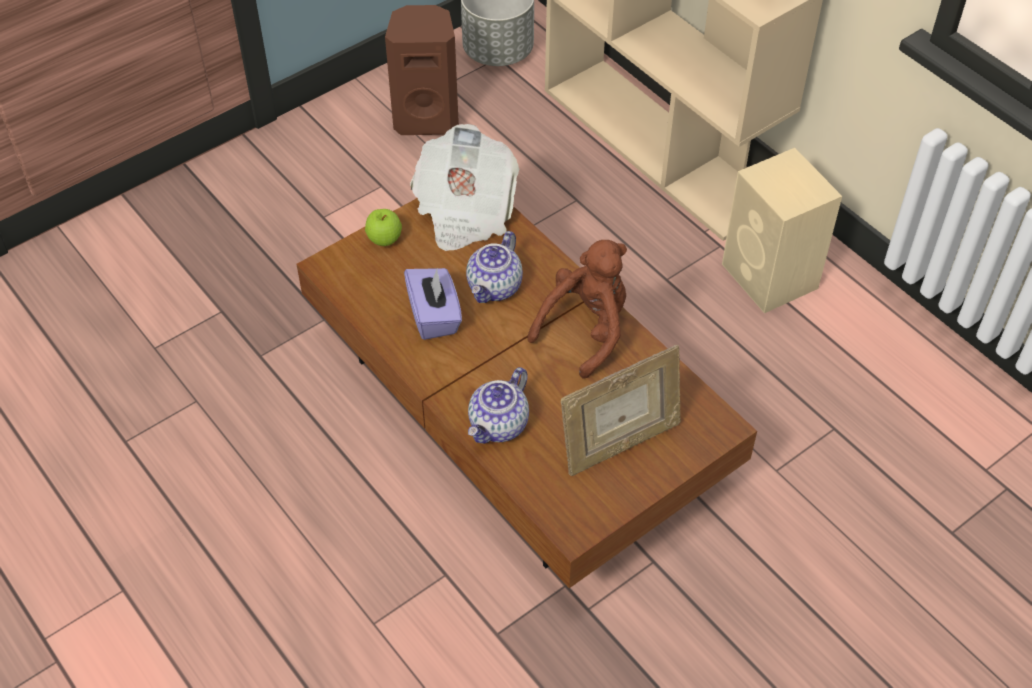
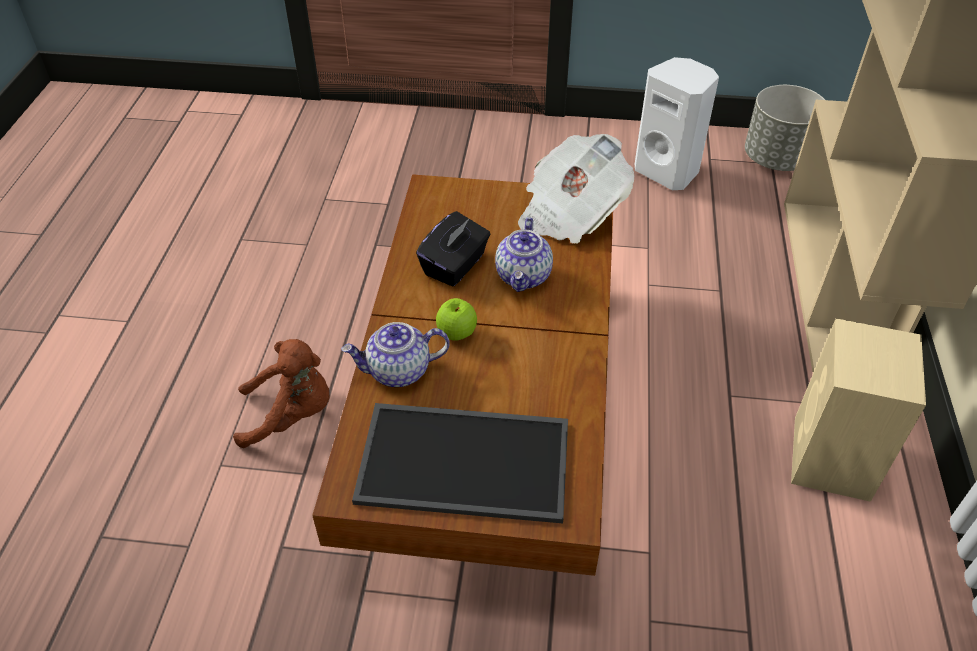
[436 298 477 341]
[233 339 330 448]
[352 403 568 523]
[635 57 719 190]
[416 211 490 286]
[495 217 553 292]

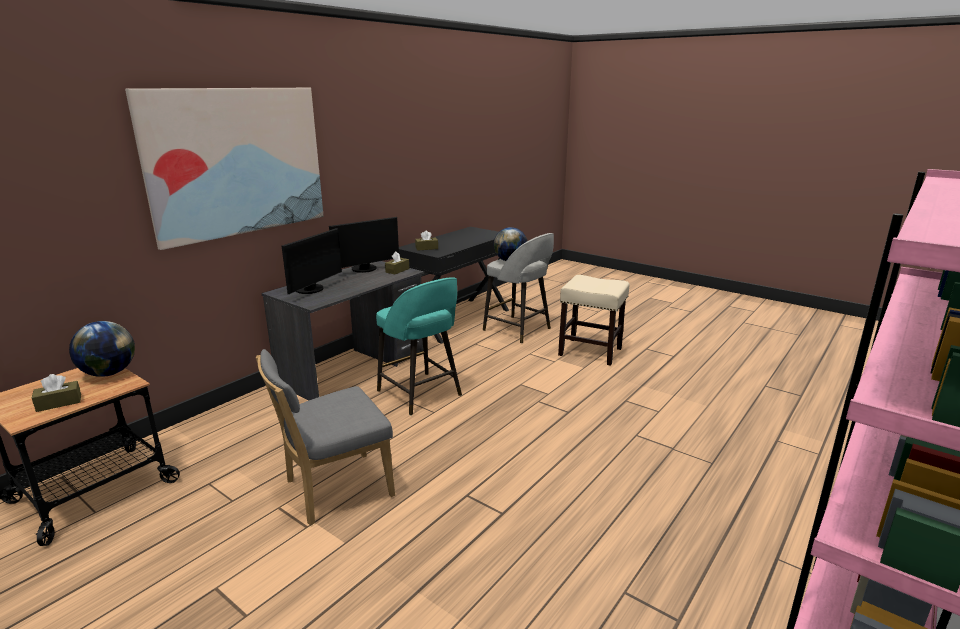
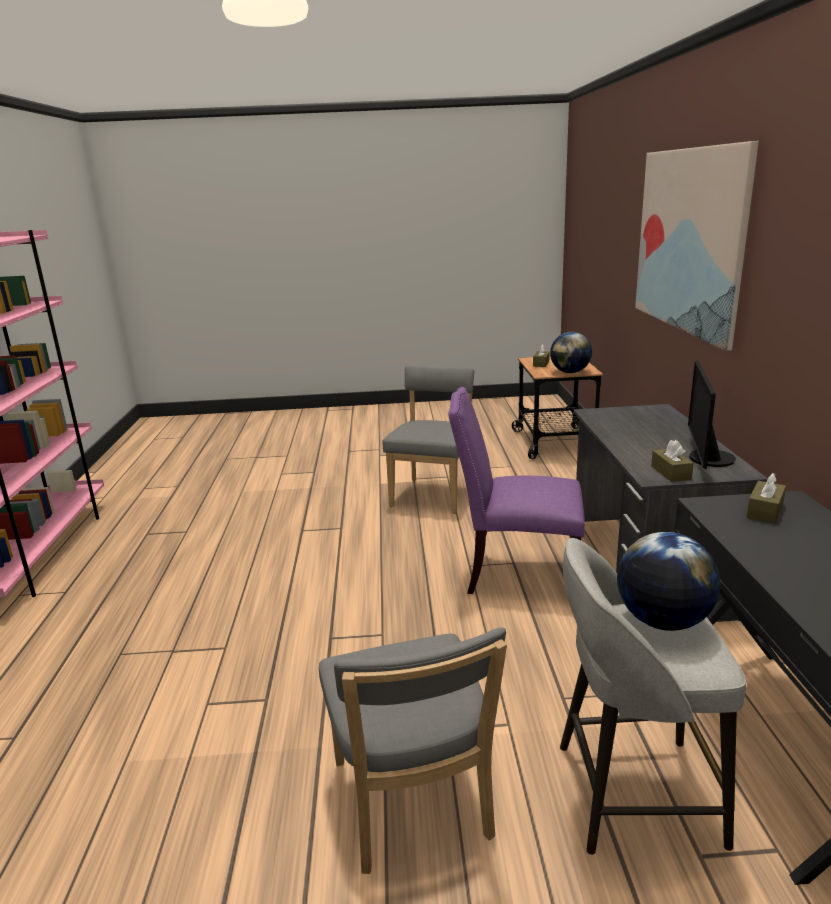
[282 228 342 294] (first image)
[448 387 585 594]
[319 627 507 874]

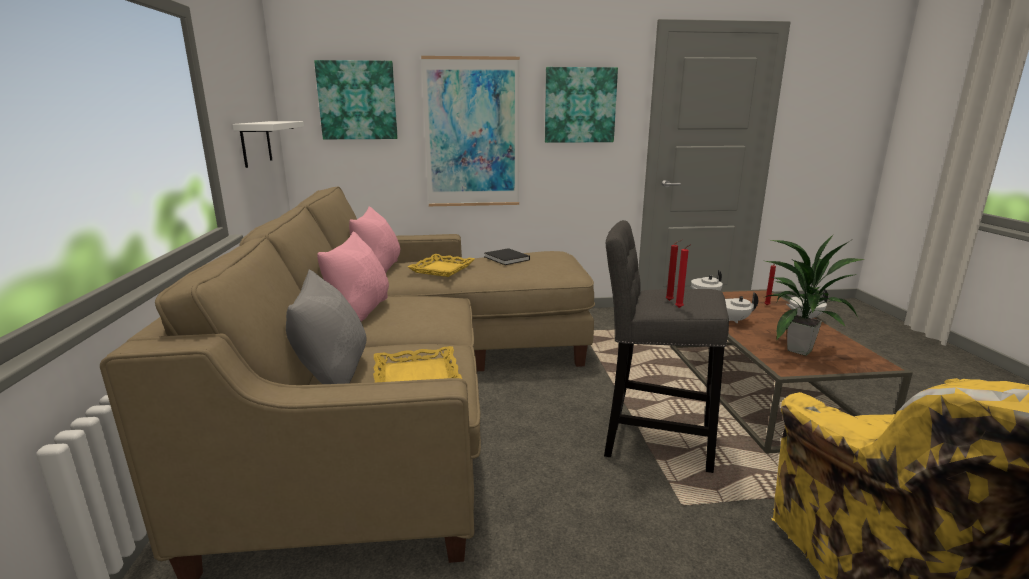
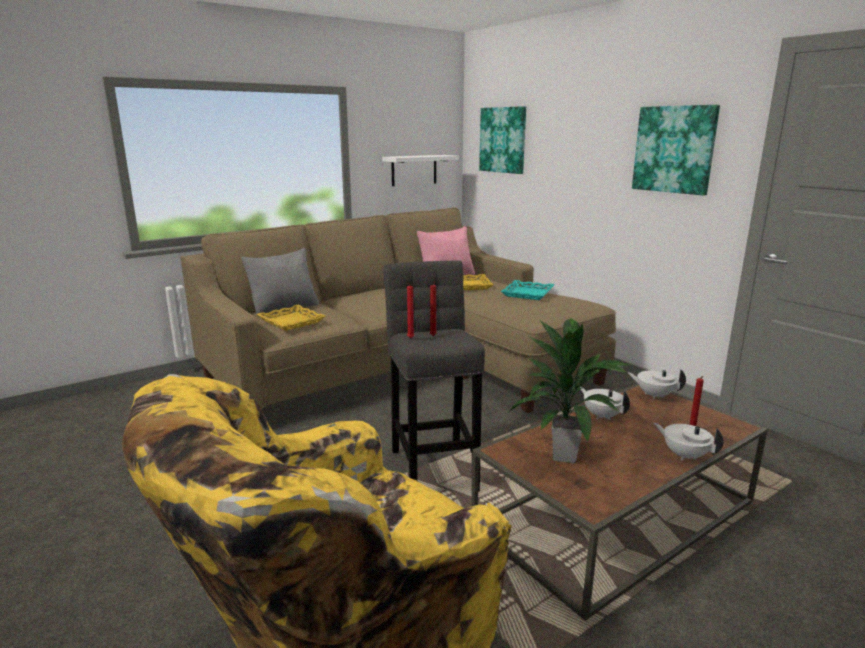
[317 231 389 322] (first image)
[421 56 520 206] (first image)
[501 280 554 300]

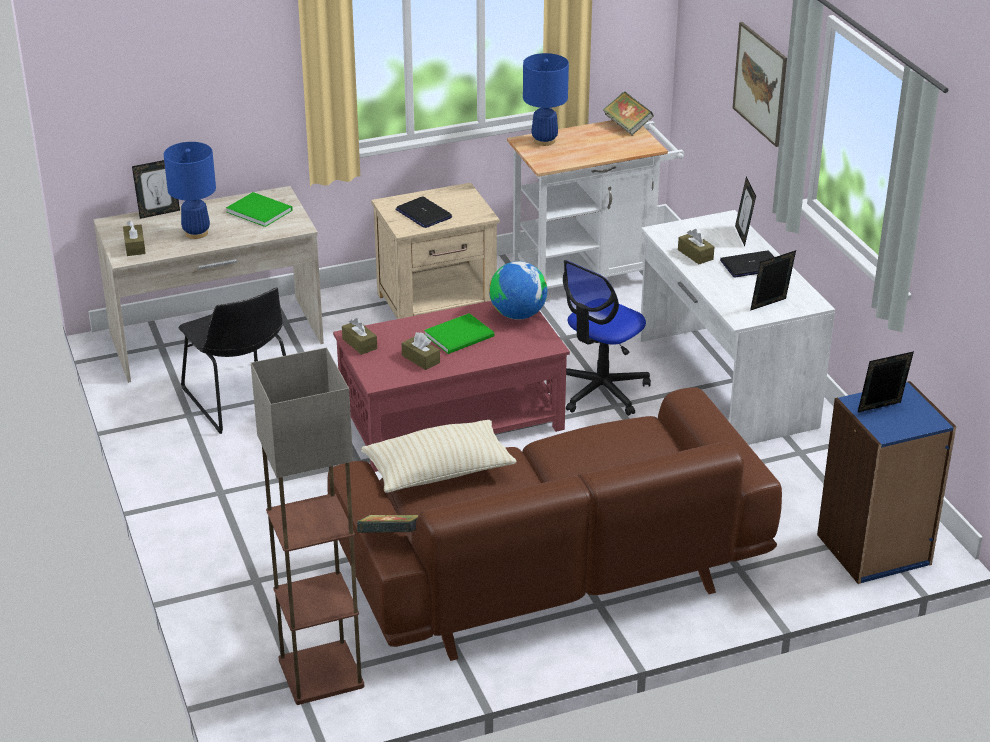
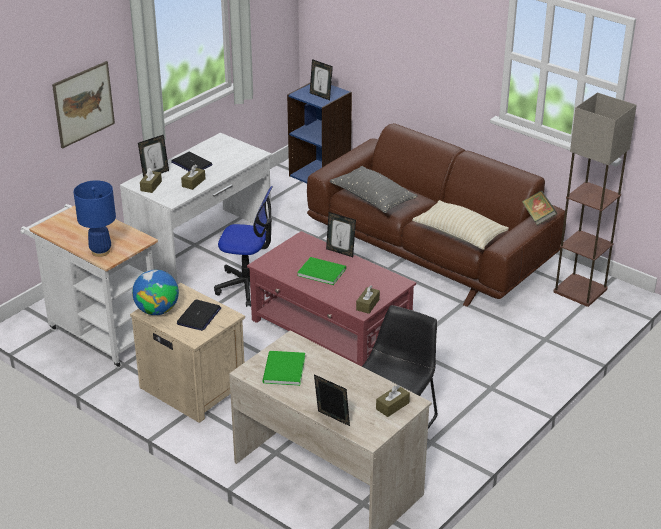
[164 142 216 239] (first image)
[603 92 653 135] (first image)
[330 166 418 213]
[140 168 162 193]
[132 270 179 315]
[326 212 356 257]

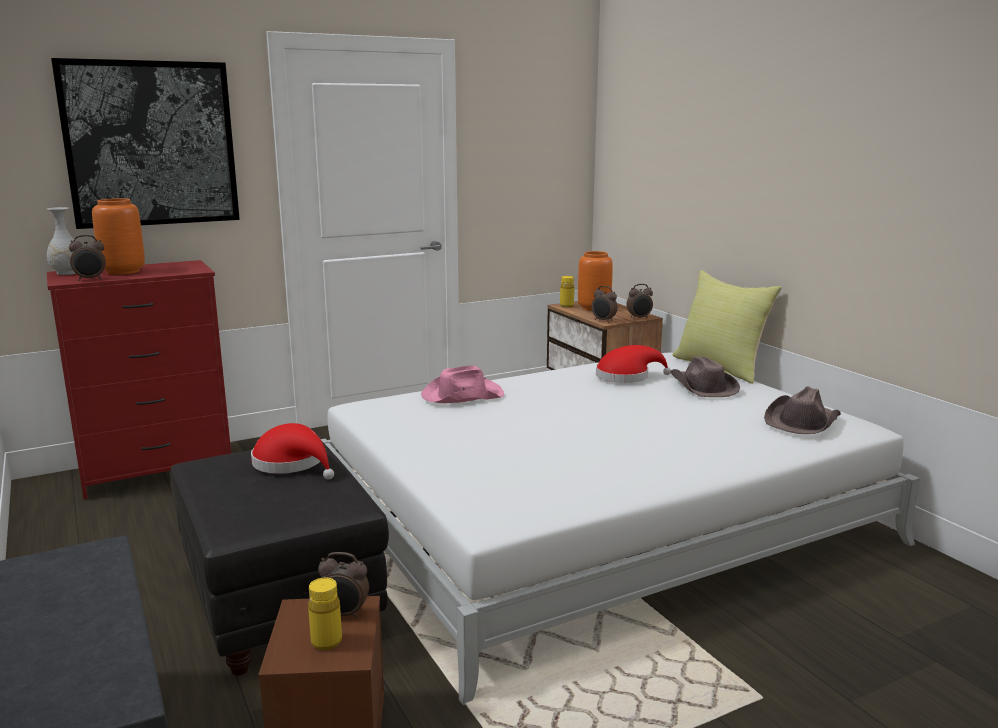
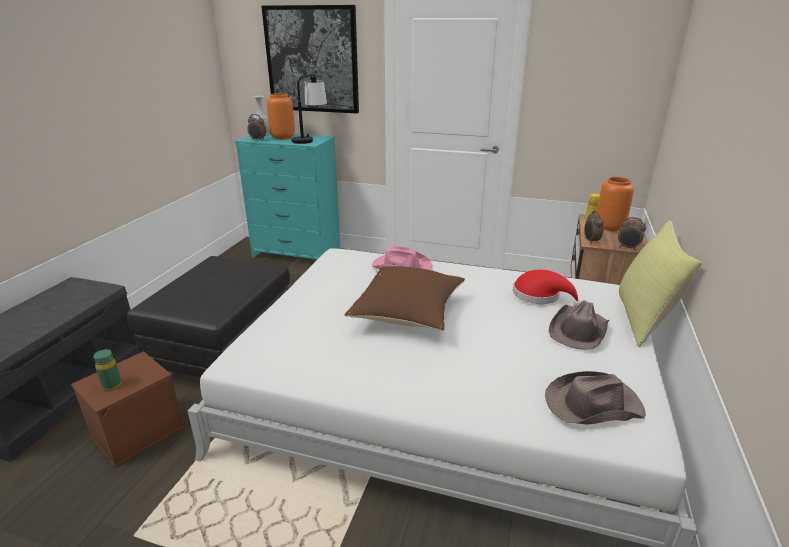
[251 423 334 480] (first image)
[318 552 369 619] (first image)
[291 74 327 144]
[345 266 465 331]
[235 132 340 260]
[93 349 122 390]

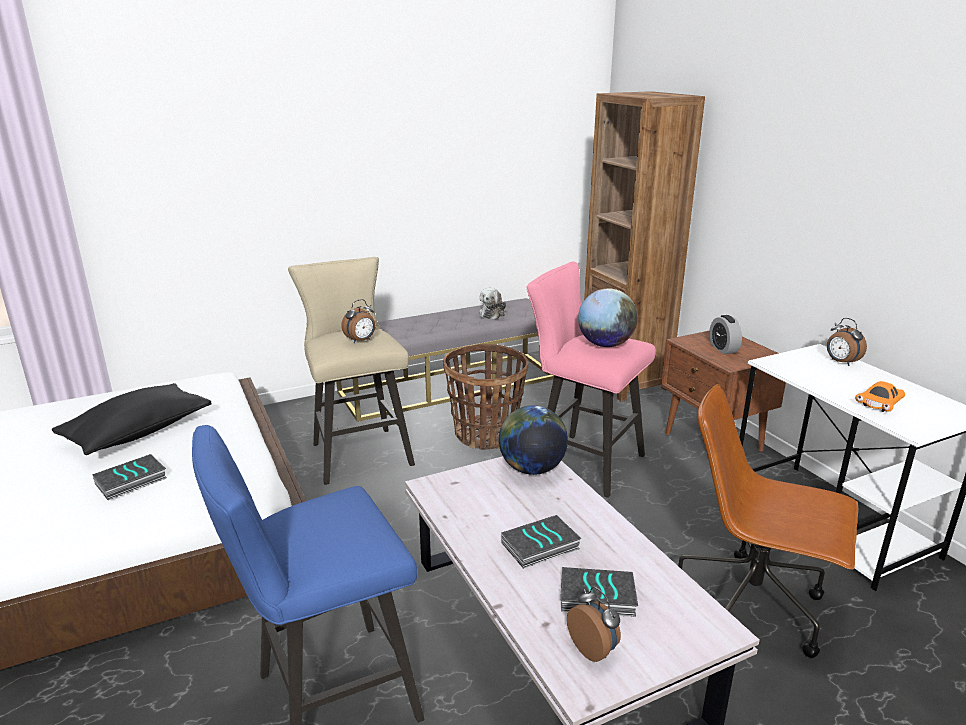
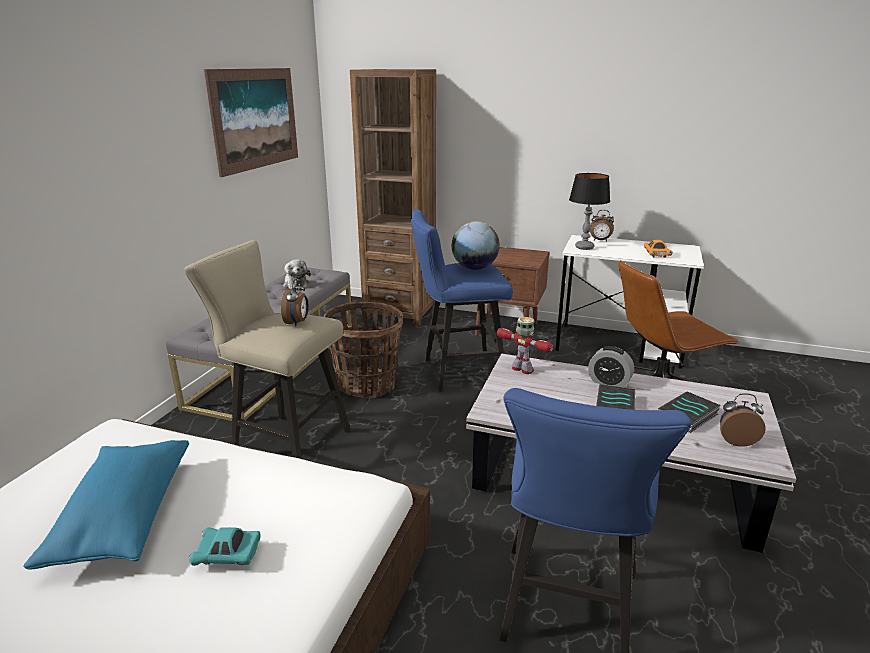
[204 68 298 177]
[569 173 610 250]
[588 346 634 387]
[189 527 260 566]
[497 317 553 374]
[23 440 189 570]
[411 210 513 391]

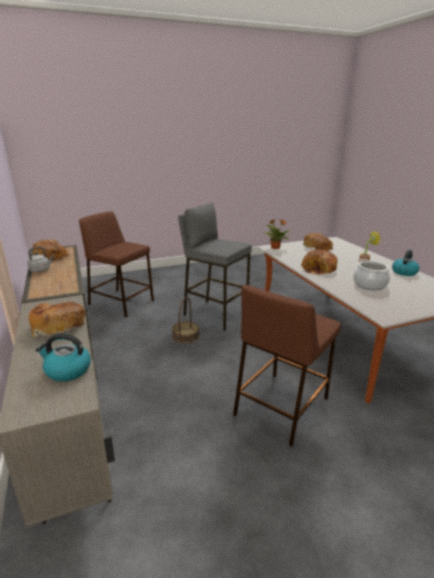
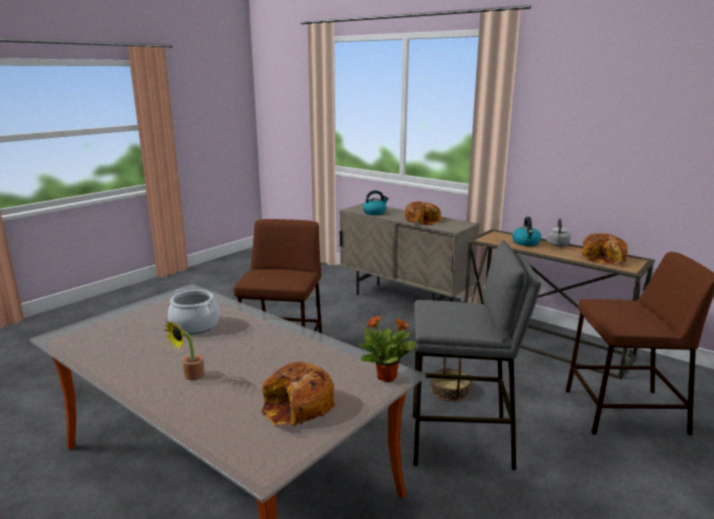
[301 250 338 275] (first image)
[512 217 541 246]

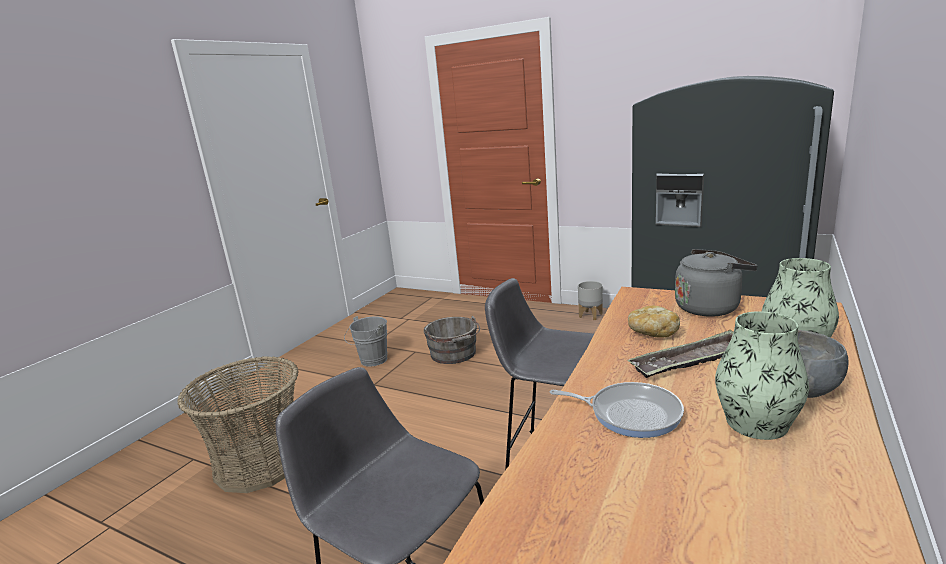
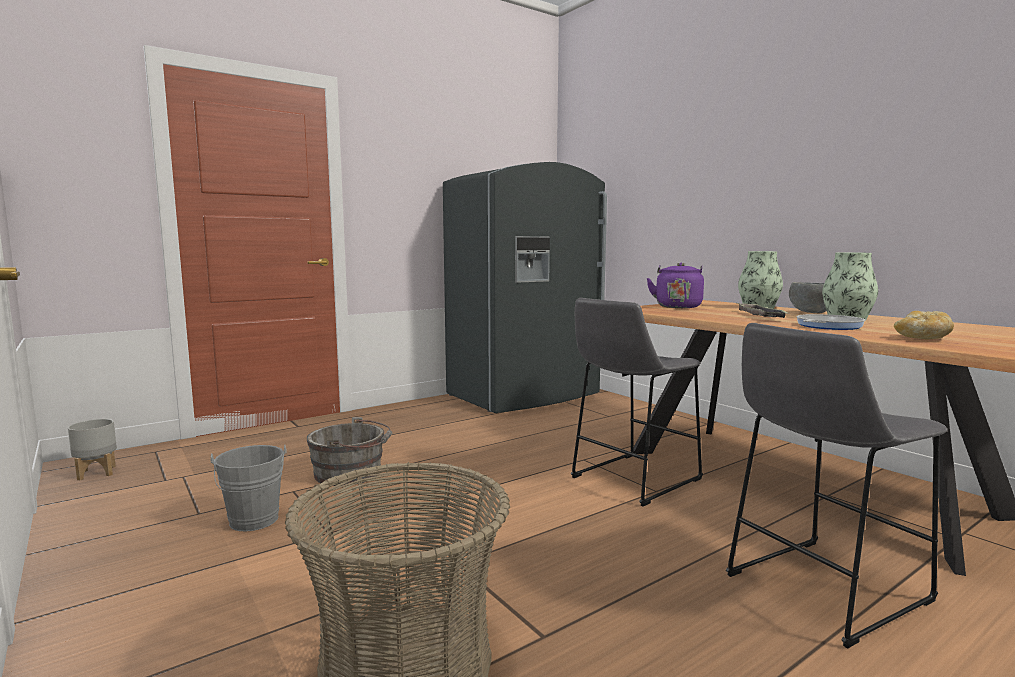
[68 419 117 480]
[894 311 954 339]
[647 263 704 308]

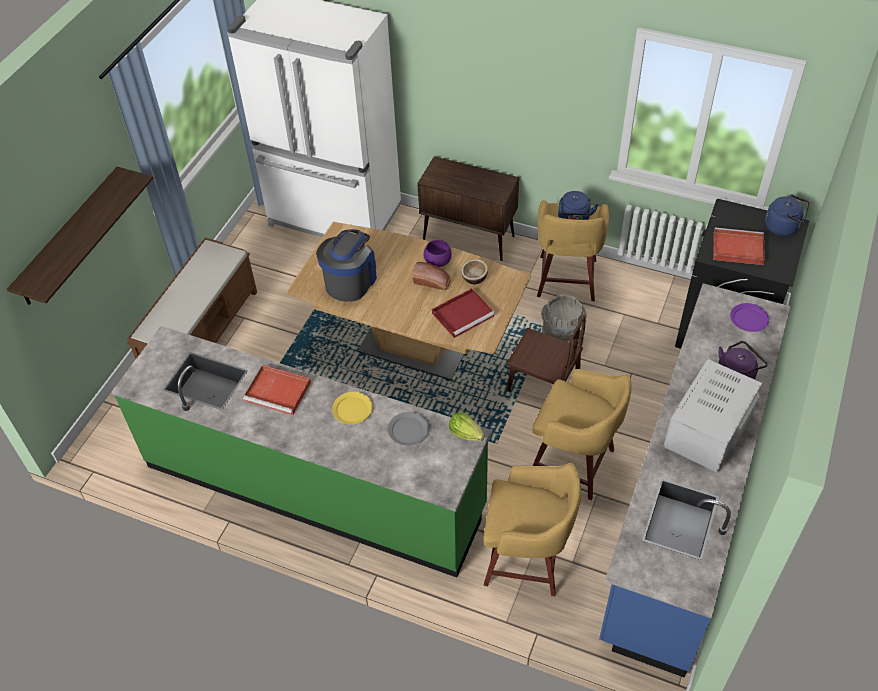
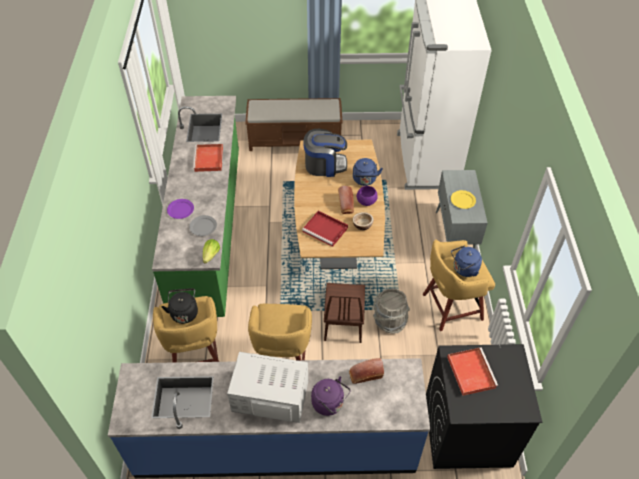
[7 167 153 305] (first image)
[162 288 198 324]
[349 358 384 384]
[451 190 476 209]
[167 199 194 219]
[353 158 383 186]
[436 170 488 249]

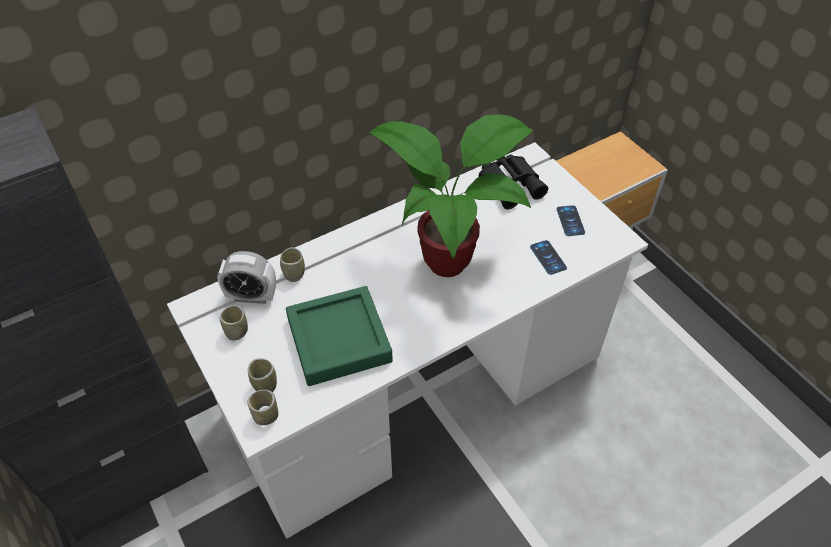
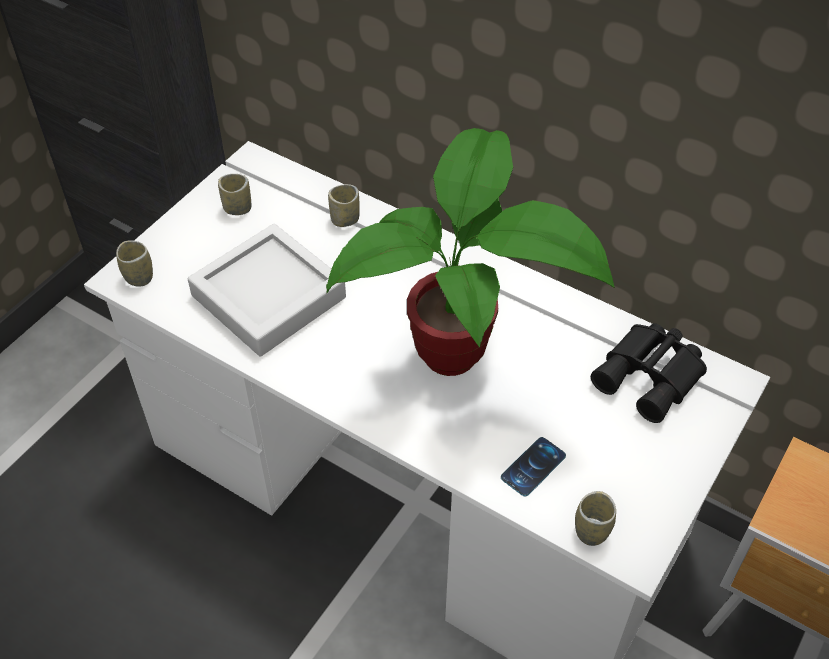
[217 251 276 304] (first image)
[557 205 585 236] (first image)
[575 491 616 546]
[188 224 346 356]

